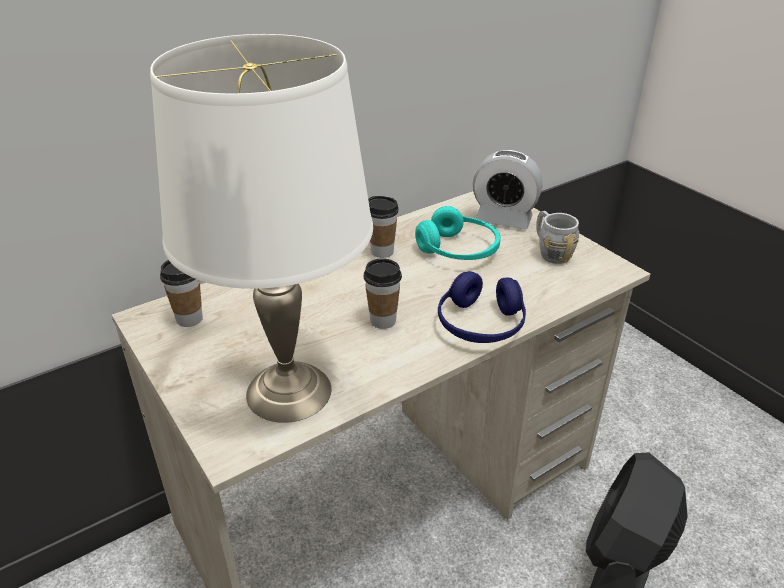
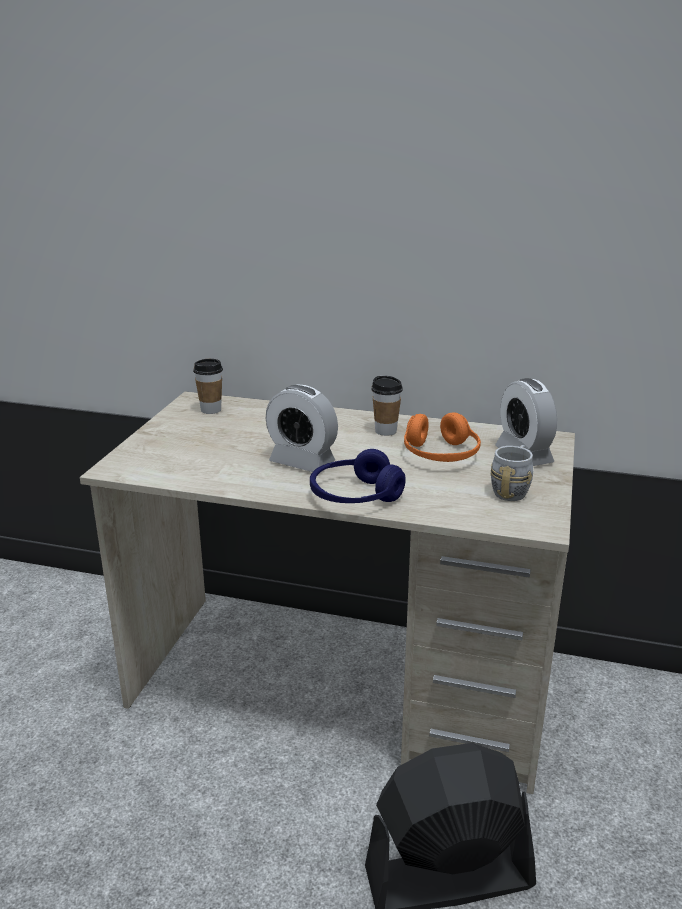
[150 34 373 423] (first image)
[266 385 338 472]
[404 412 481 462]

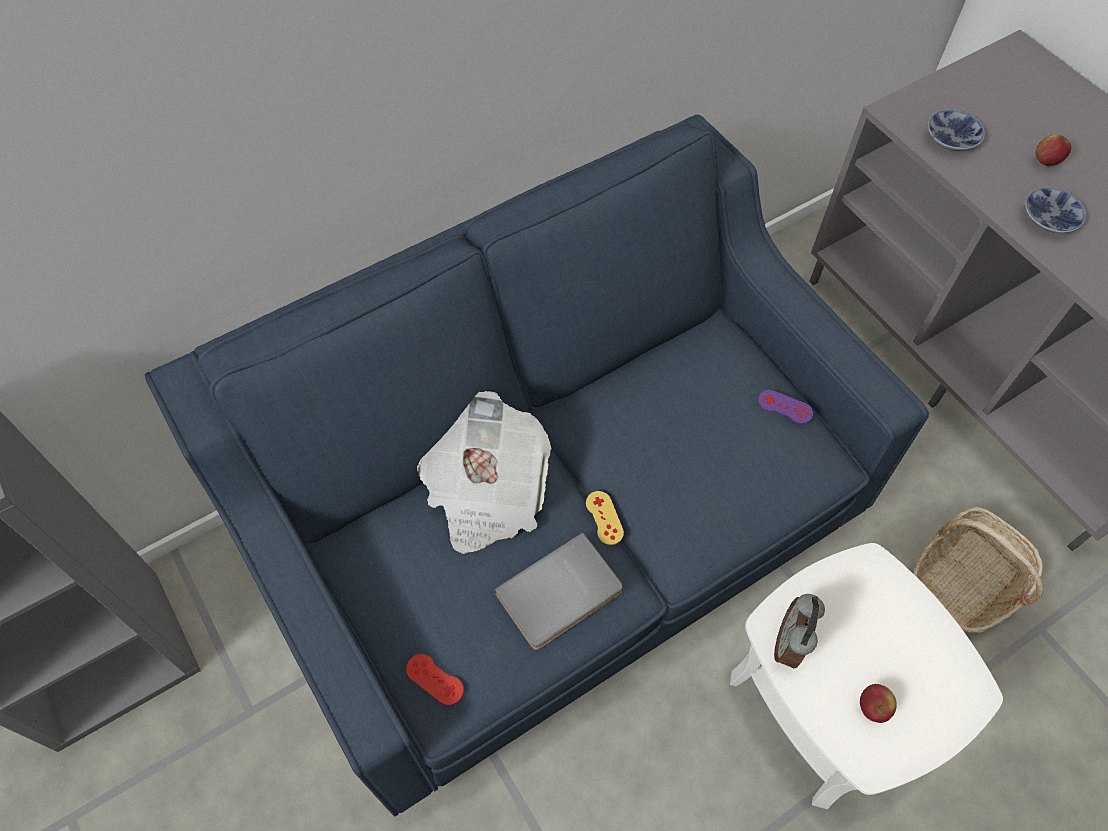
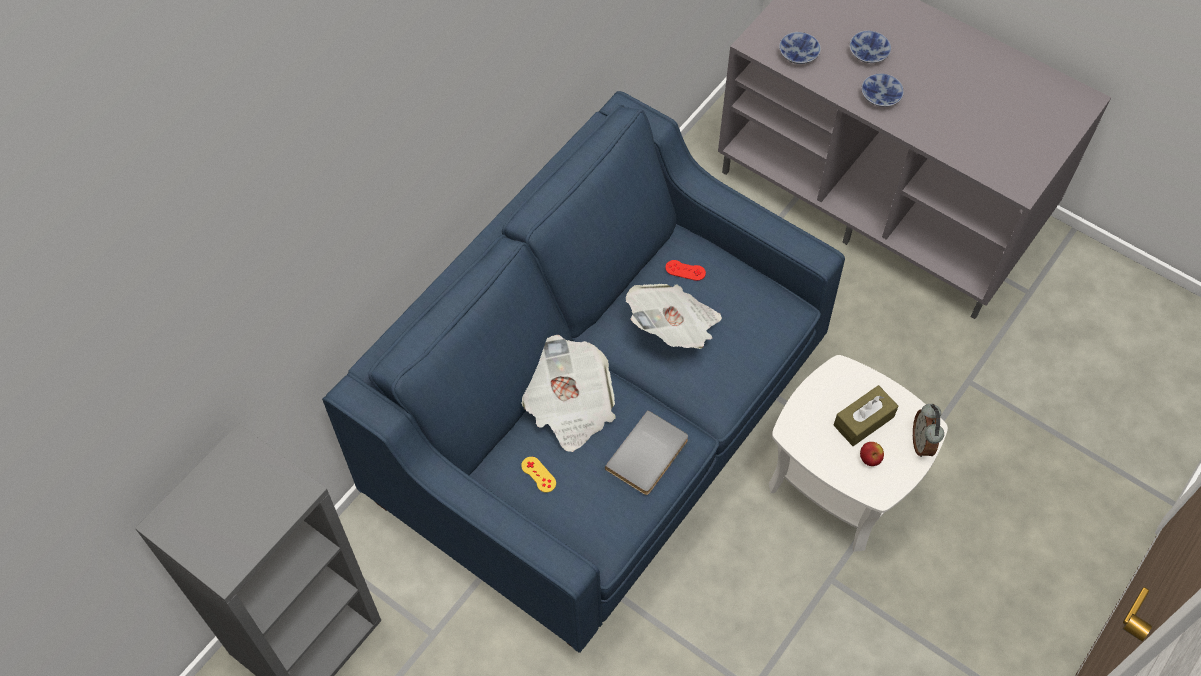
[758 390 813 424] (first image)
[913 507 1044 633] (first image)
[626 284 722 349]
[833 385 898 446]
[665 260 706 281]
[521 457 556 493]
[913 404 944 457]
[850 31 891 63]

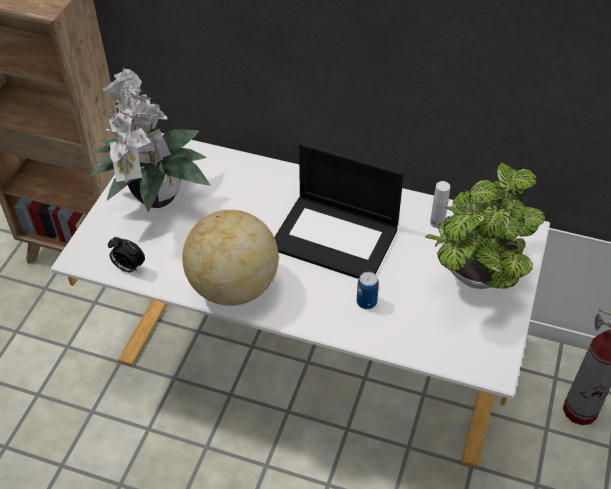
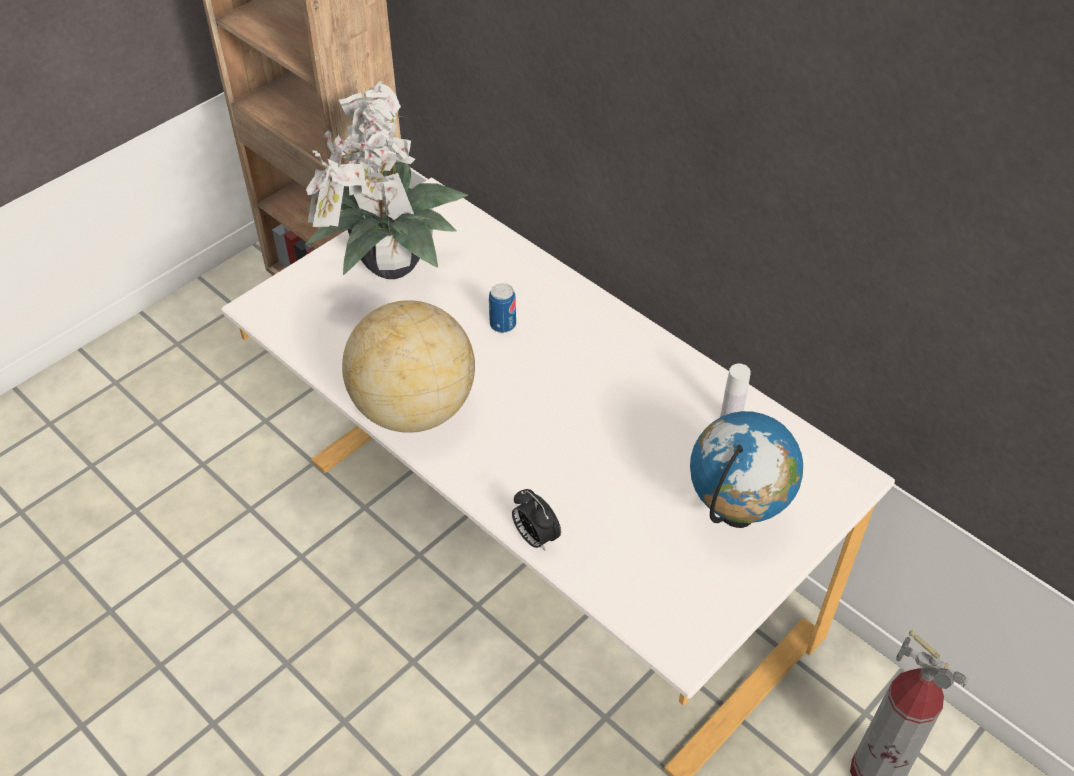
[274 142 404 279] (first image)
[512 489 561 550]
[489 283 516 333]
[690 411 803 528]

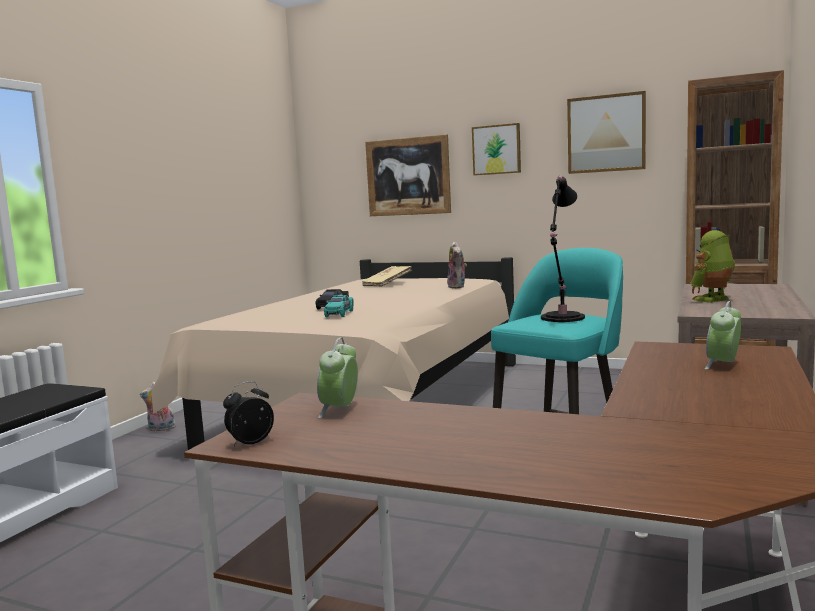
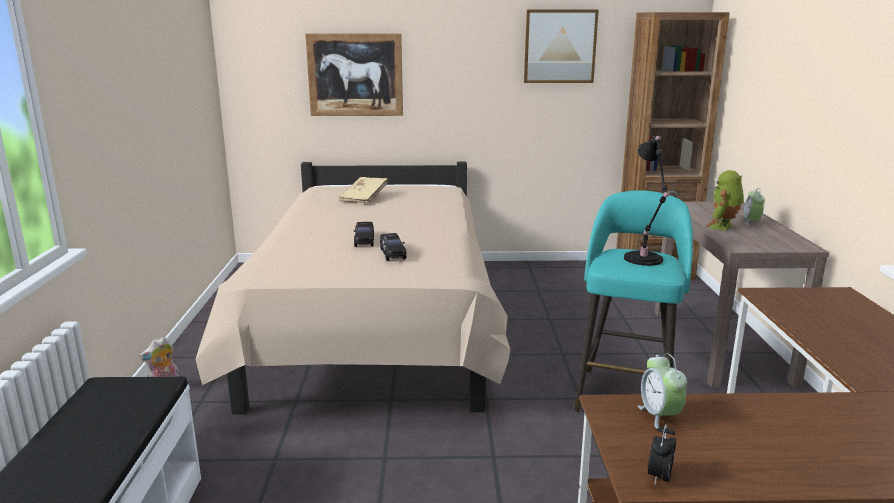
[446 241 467 288] (first image)
[472 123 521 175] (first image)
[742 188 765 225]
[380 233 406 261]

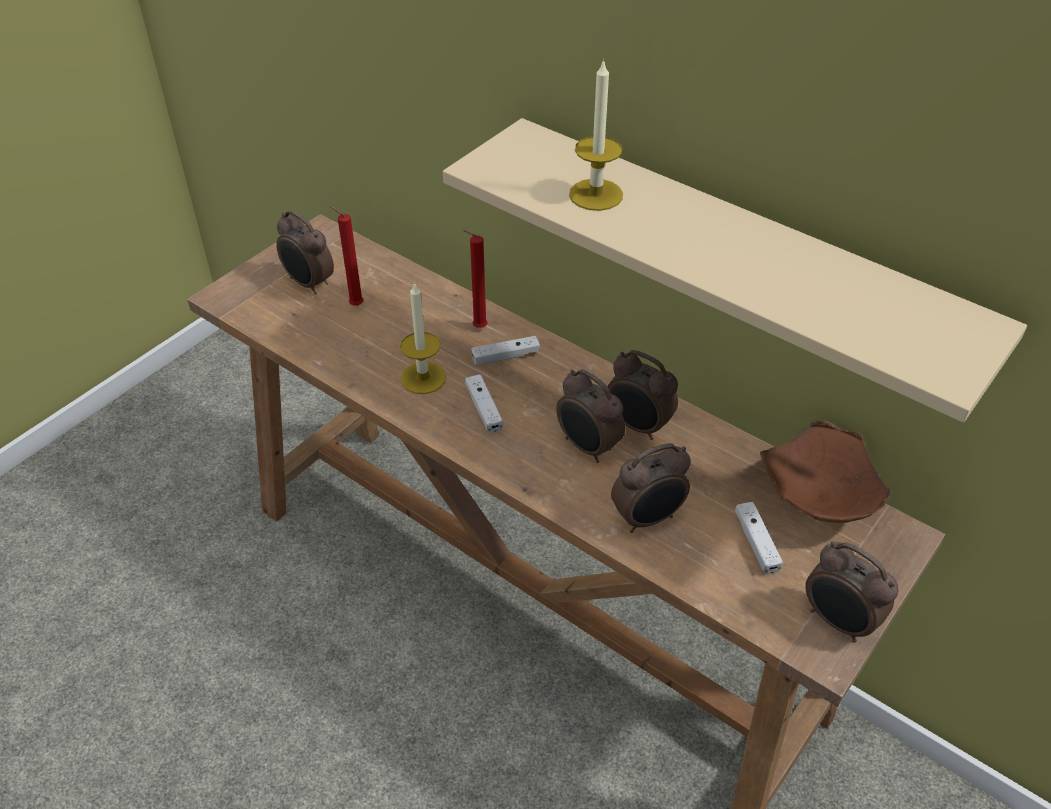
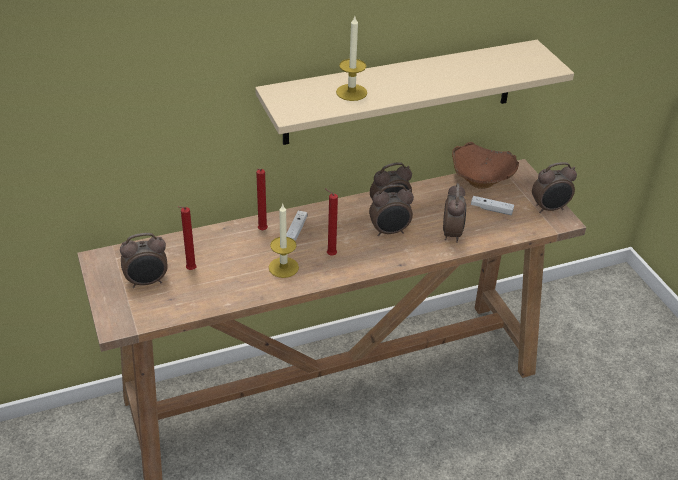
[324 188 338 256]

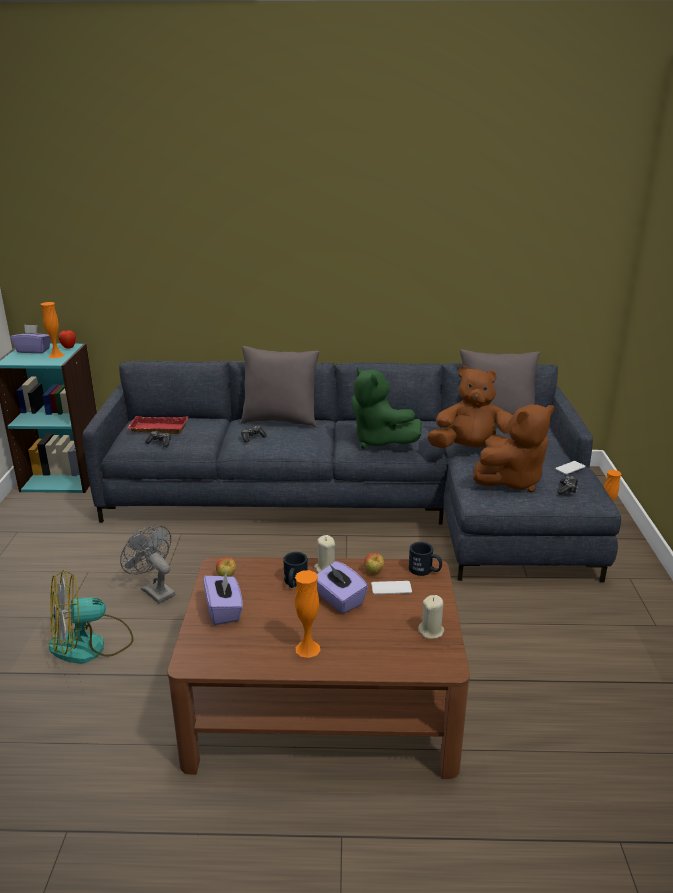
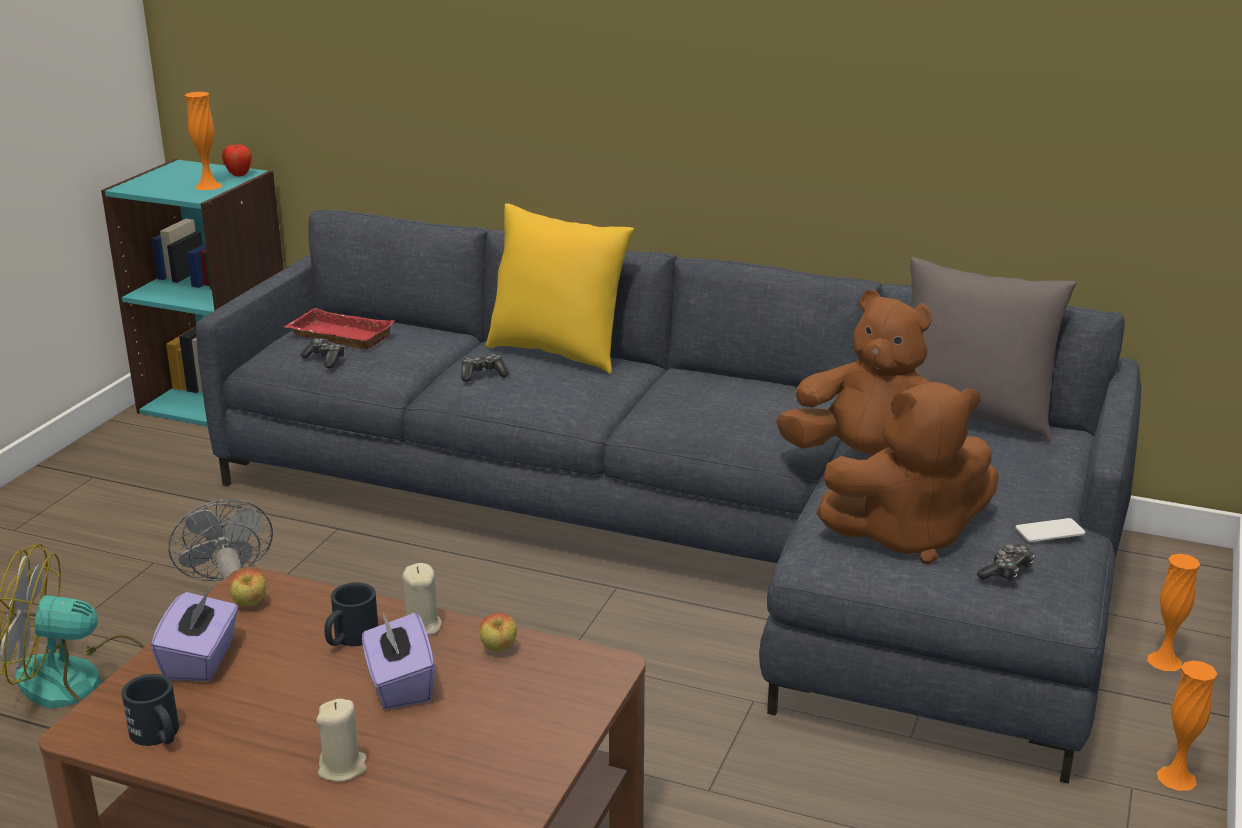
[10 324 51 354] (first image)
[351 367 422 449] (first image)
[371 581 412 594] (first image)
[1157 660 1217 791]
[121 674 179 746]
[316 699 367 782]
[486 203 634 374]

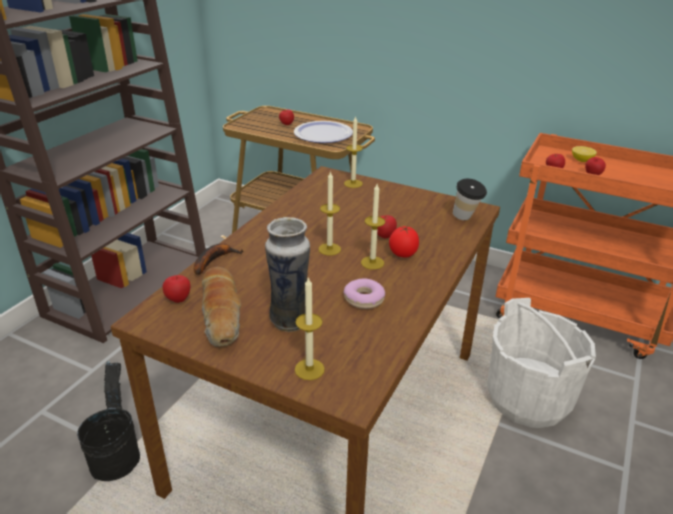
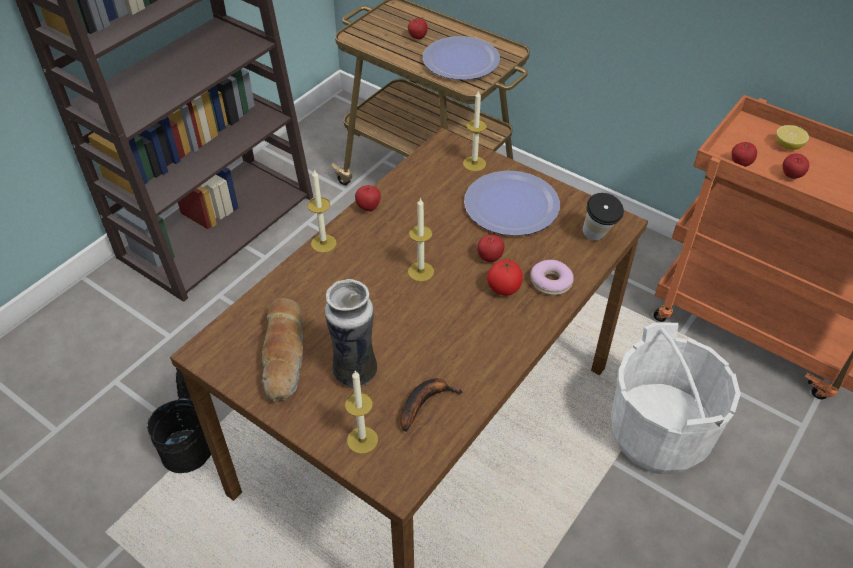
[464 171 560 236]
[355 185 381 211]
[400 378 463 432]
[530 260 574 295]
[308 170 337 253]

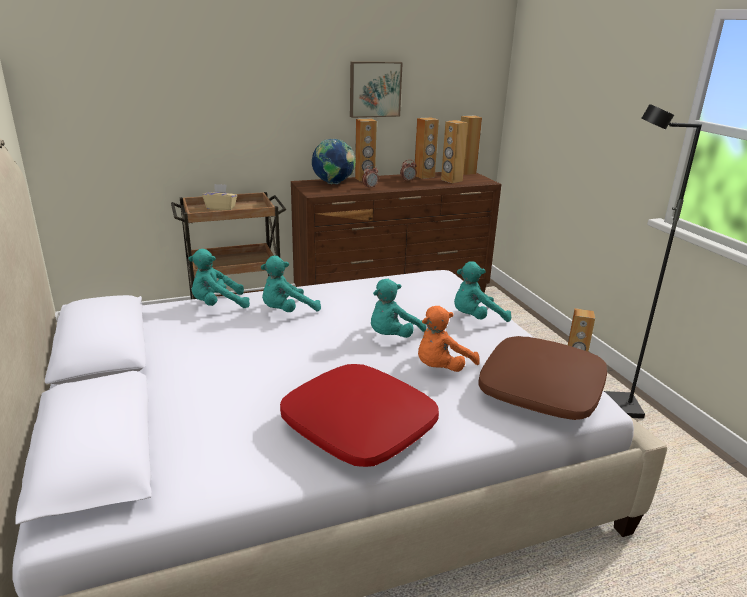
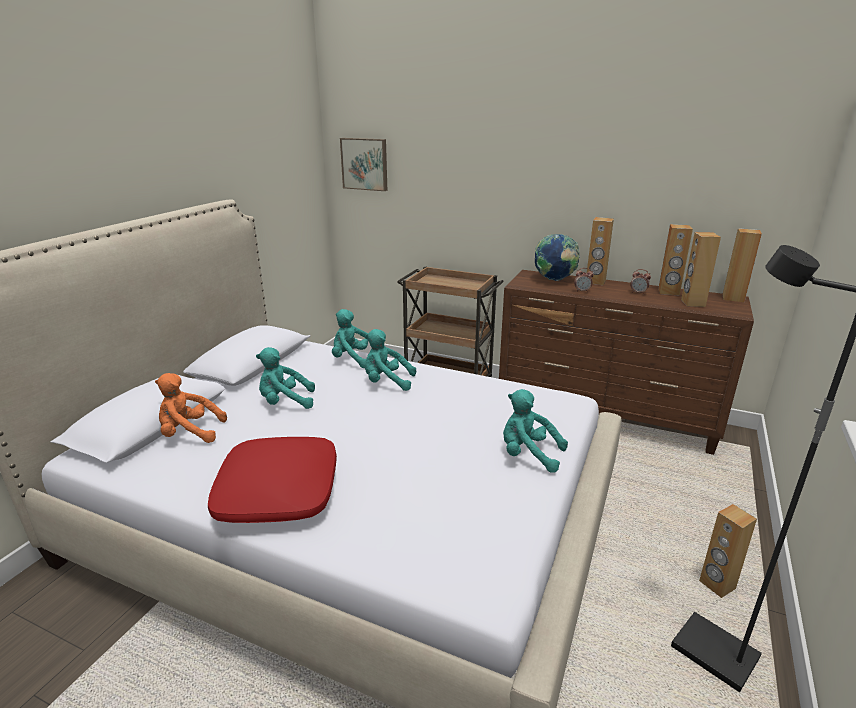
[202 184 237 210] (first image)
[478 336 607 420] (first image)
[340 138 387 191]
[256 347 315 409]
[155 373 227 443]

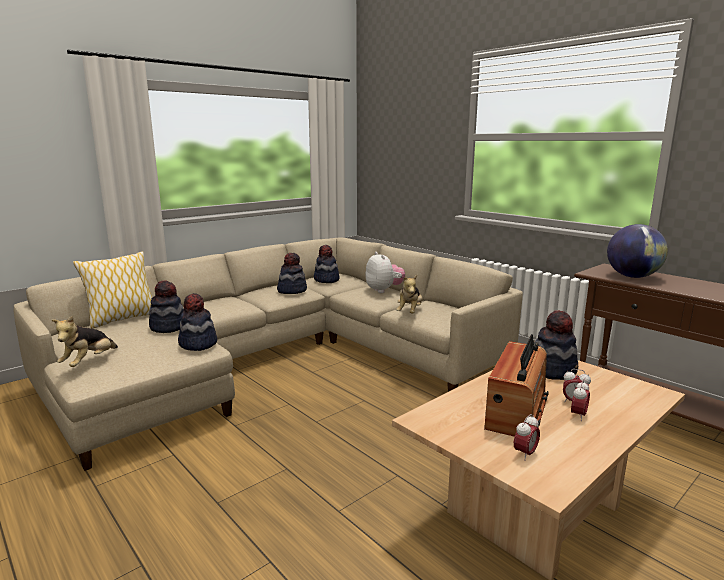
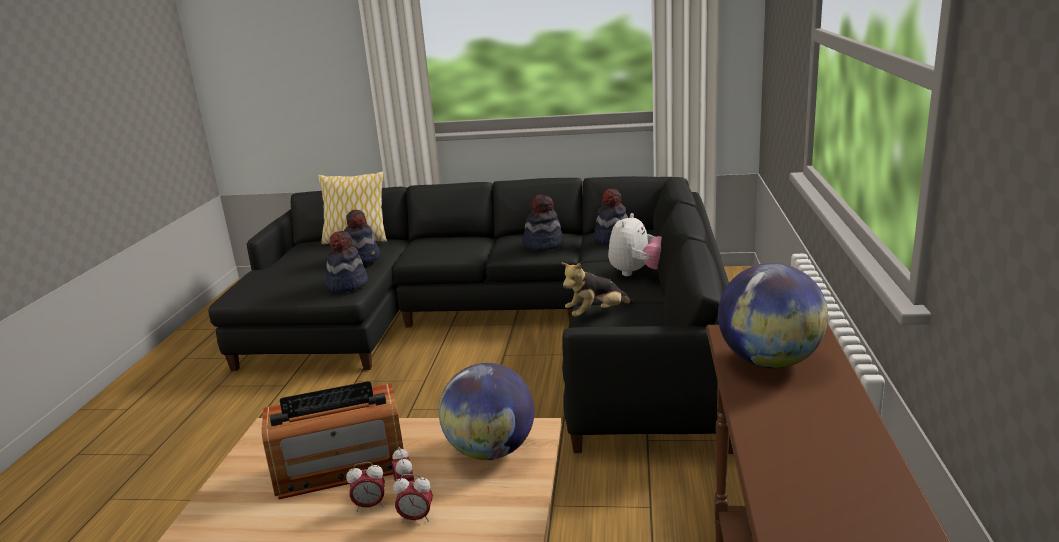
[52 316 118 367] (first image)
[393 474 433 523]
[439 363 534 460]
[208 176 734 454]

